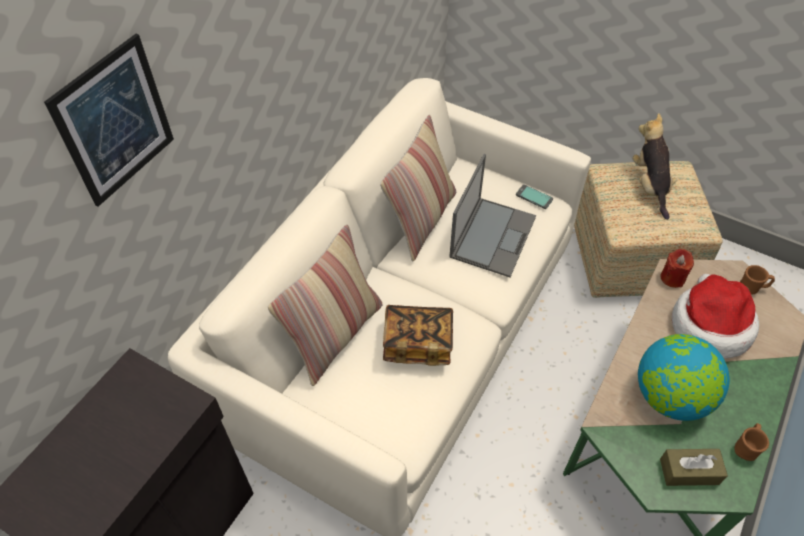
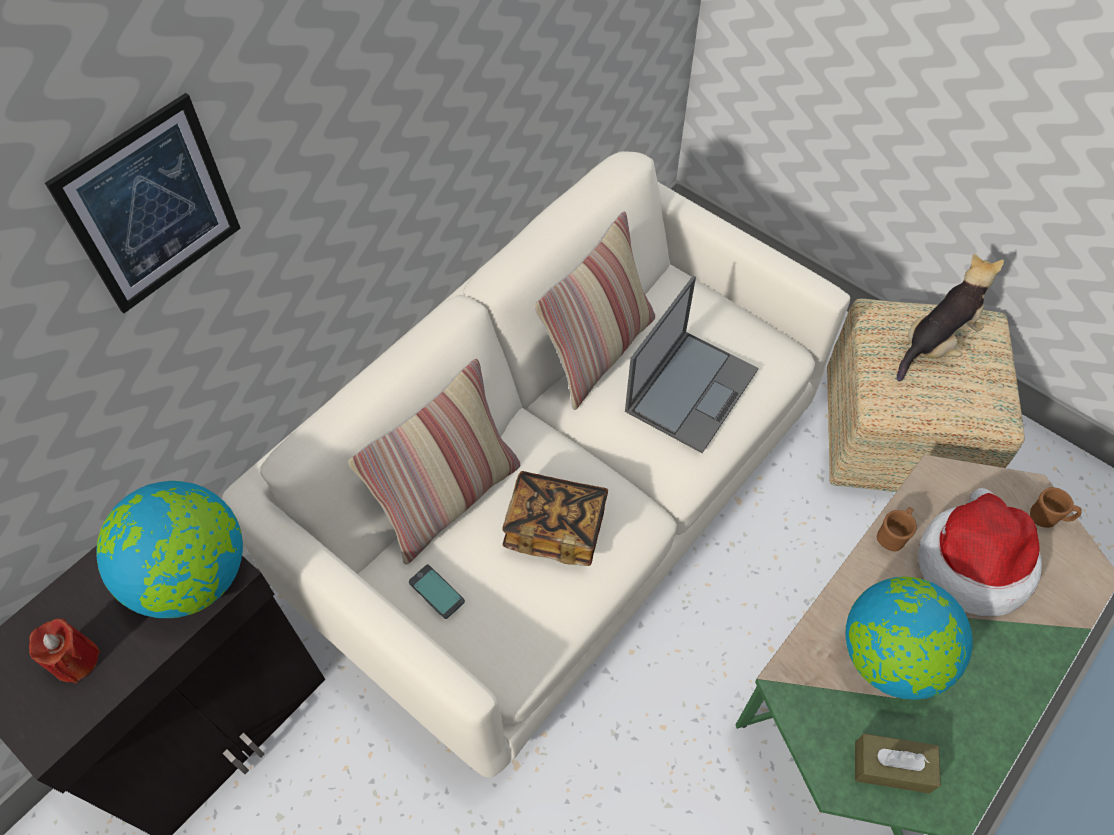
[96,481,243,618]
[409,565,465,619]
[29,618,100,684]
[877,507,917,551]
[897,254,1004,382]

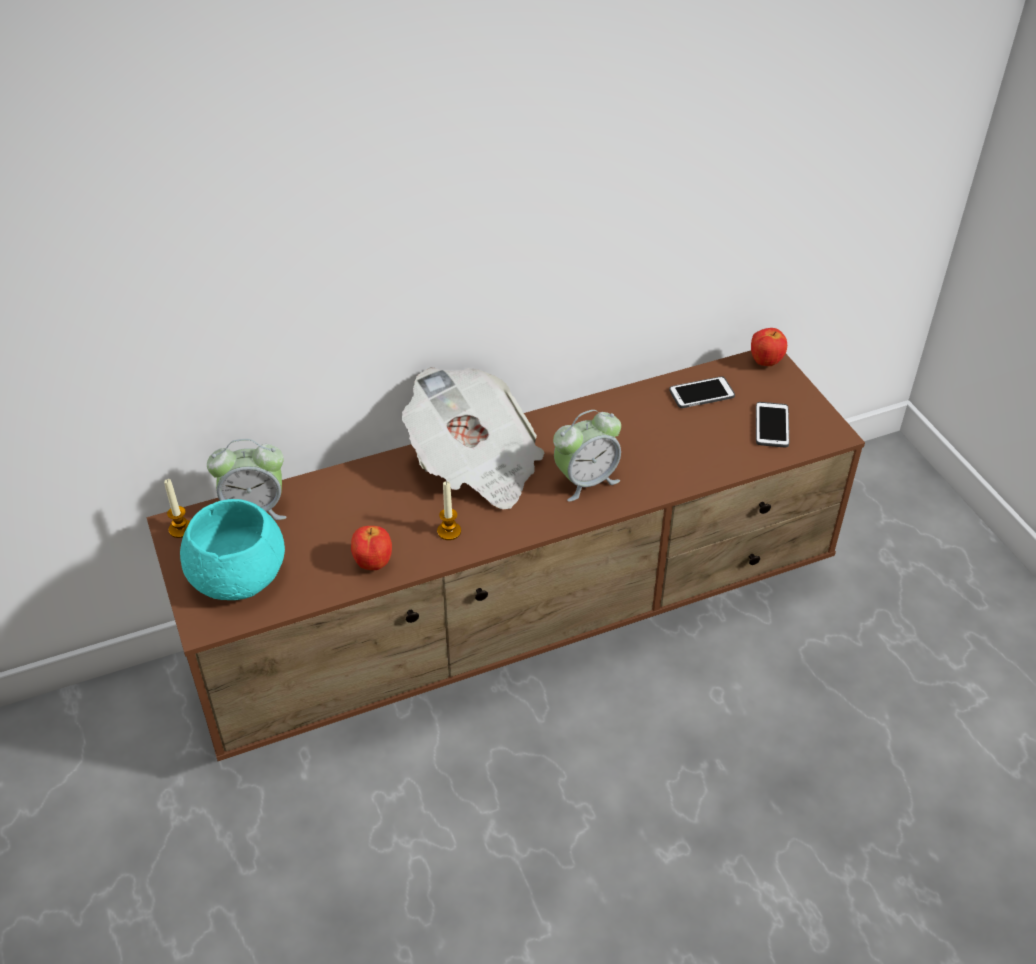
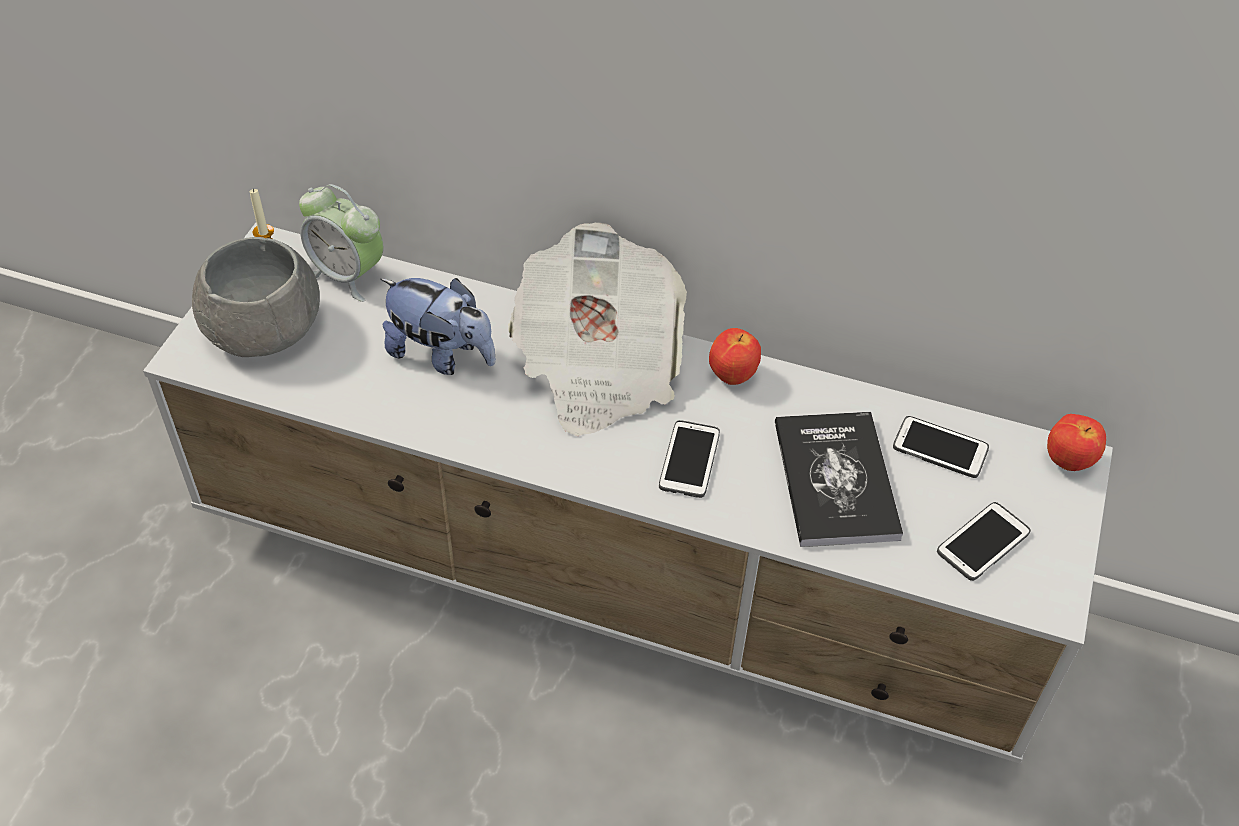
[437,481,461,540] (first image)
[380,278,496,375]
[775,412,903,547]
[709,328,761,385]
[659,420,720,498]
[143,223,1113,764]
[192,237,320,357]

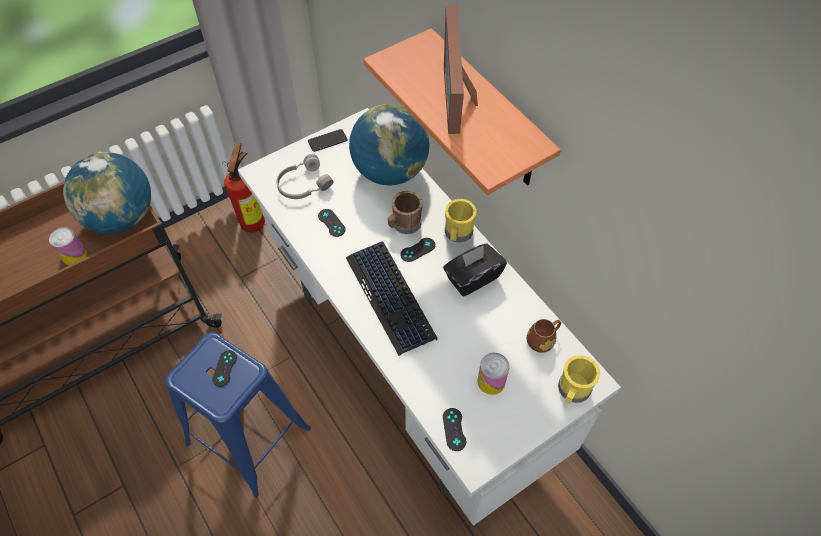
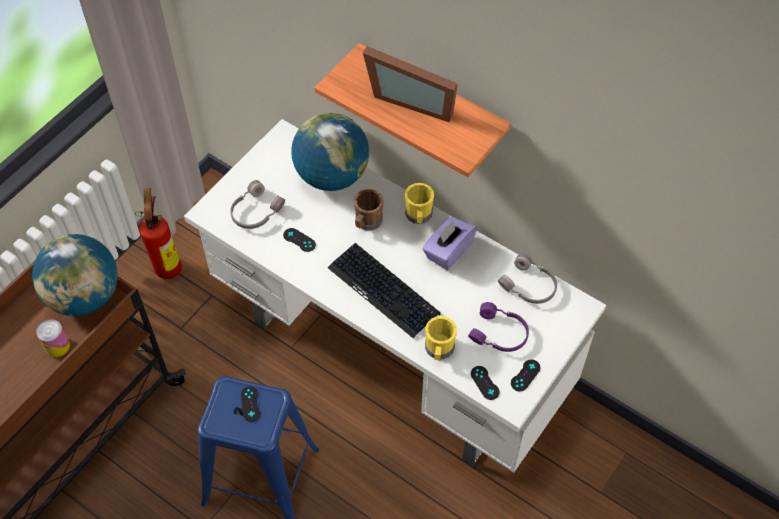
[308,129,348,152] (first image)
[511,359,540,391]
[425,316,457,360]
[468,302,529,352]
[498,253,557,304]
[423,217,477,270]
[363,46,458,122]

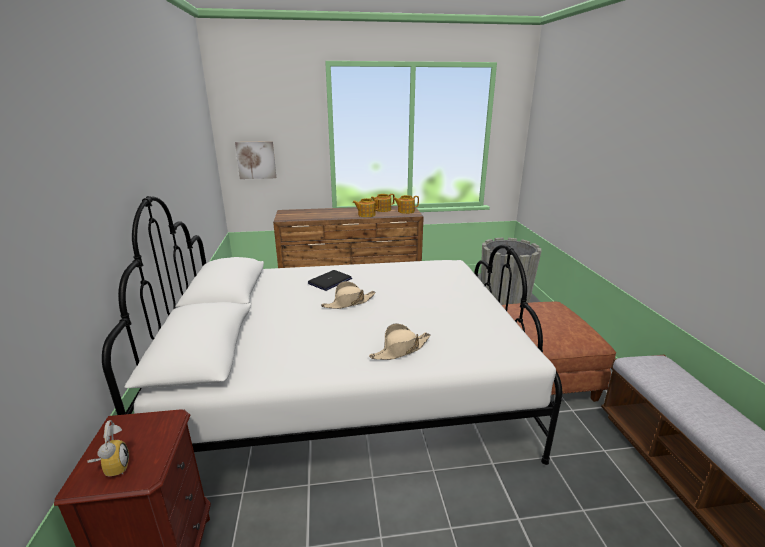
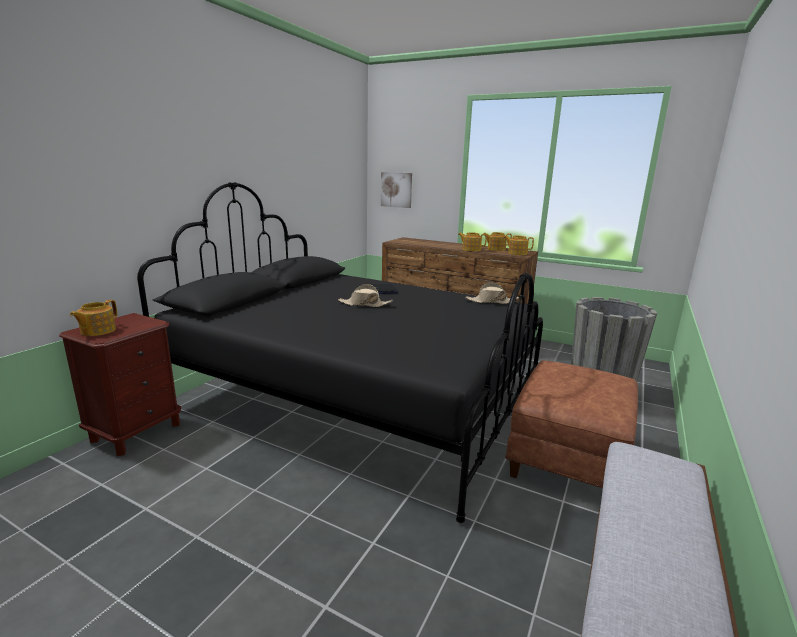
[465,282,519,304]
[70,300,118,336]
[137,182,543,523]

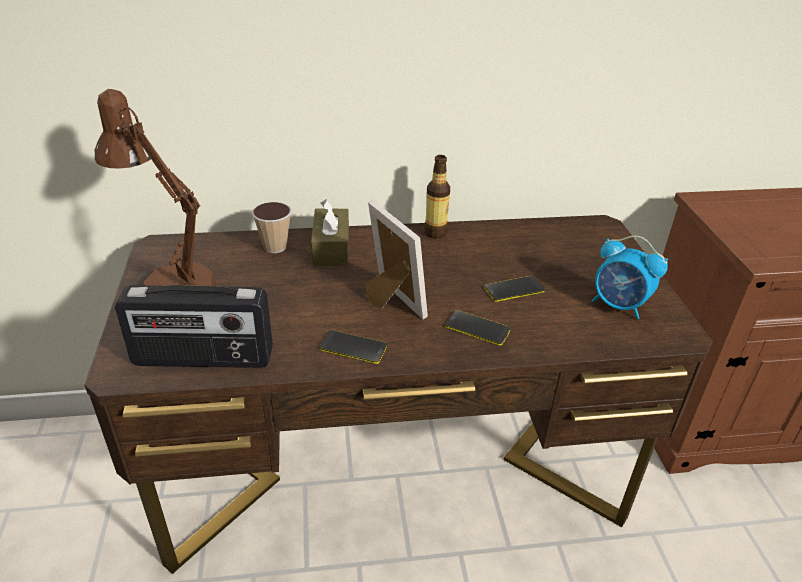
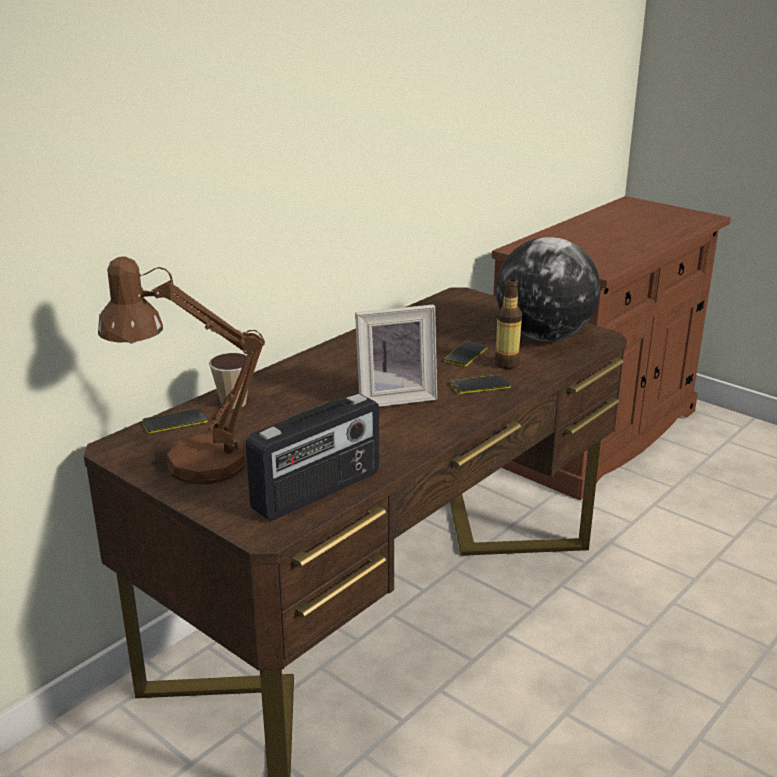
[311,200,349,266] (first image)
[142,408,208,434]
[494,278,522,369]
[496,237,600,341]
[355,305,437,407]

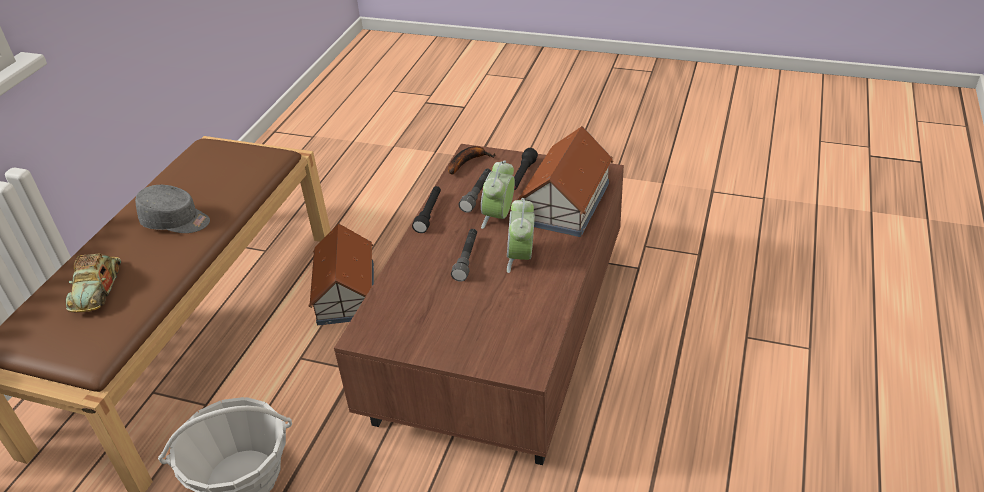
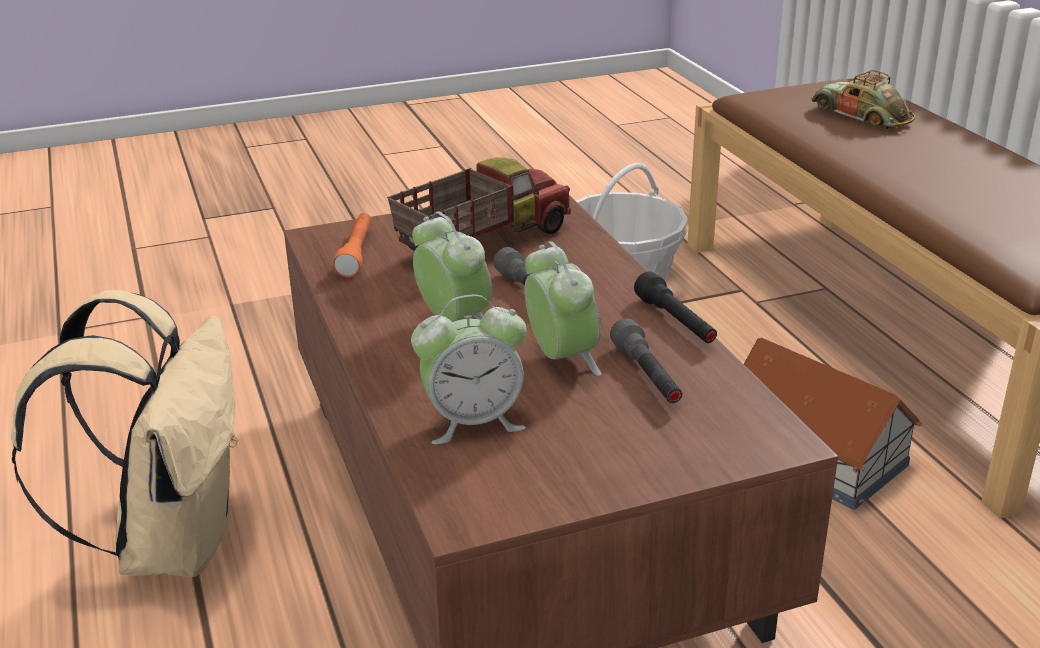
[135,185,210,233] (first image)
[448,146,495,175] (first image)
[514,148,538,190] (first image)
[11,290,238,577]
[333,213,371,278]
[387,157,571,251]
[411,295,526,444]

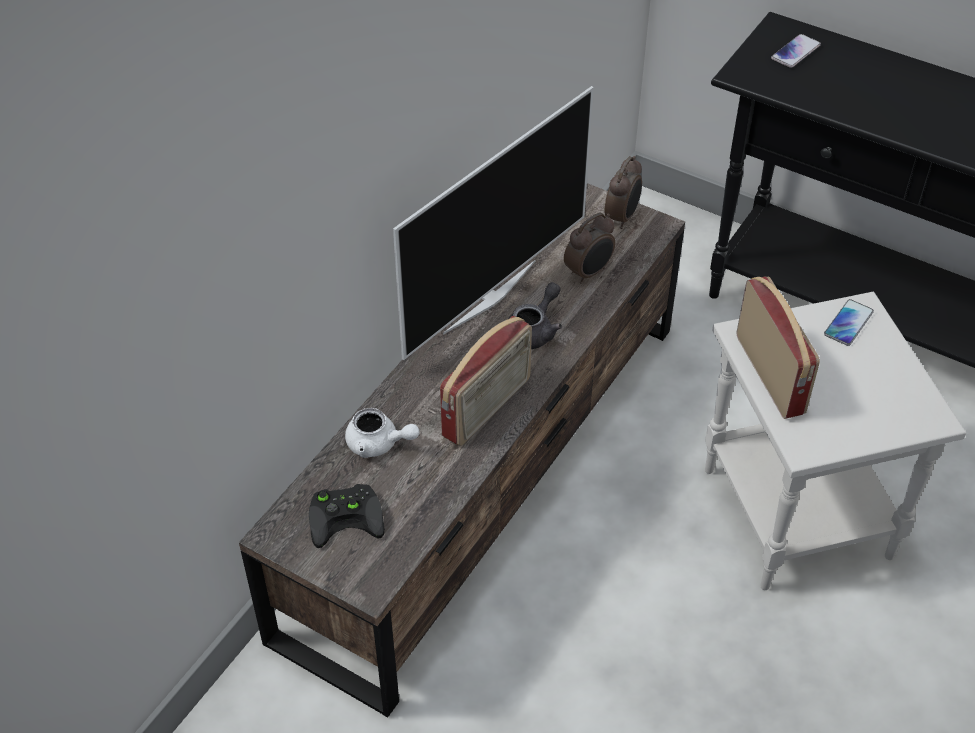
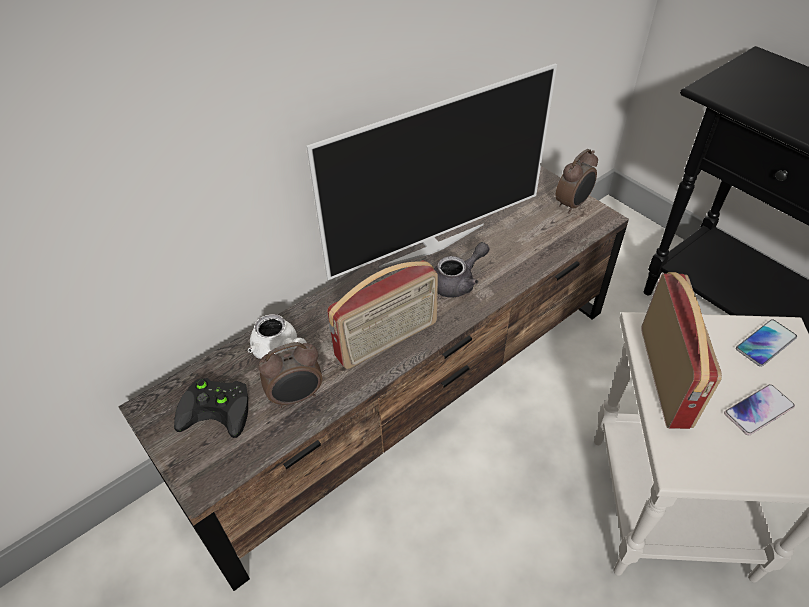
[258,342,322,408]
[724,384,795,435]

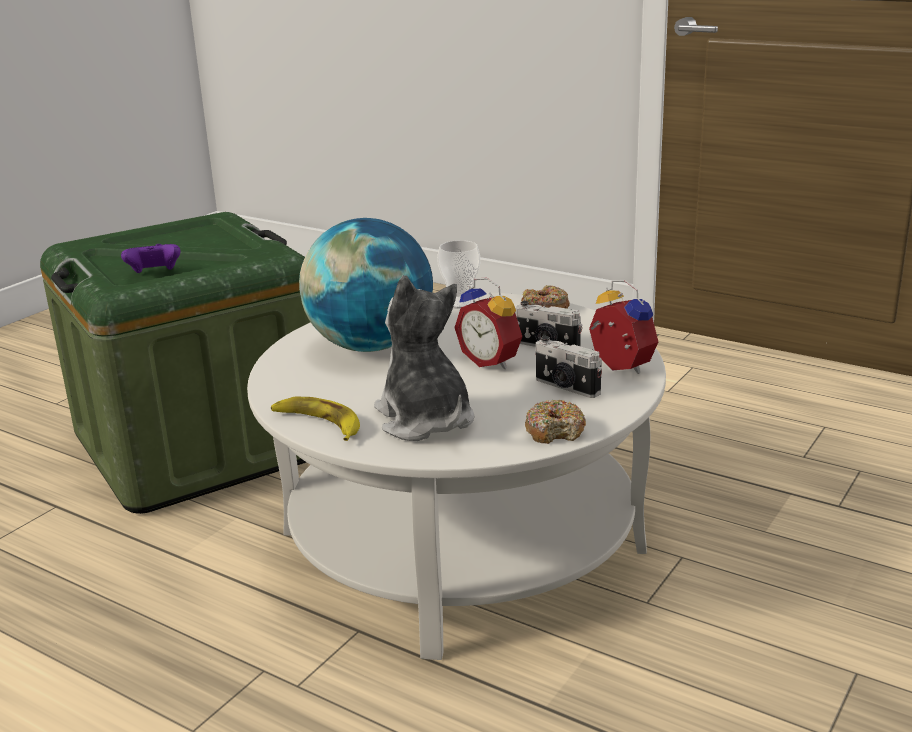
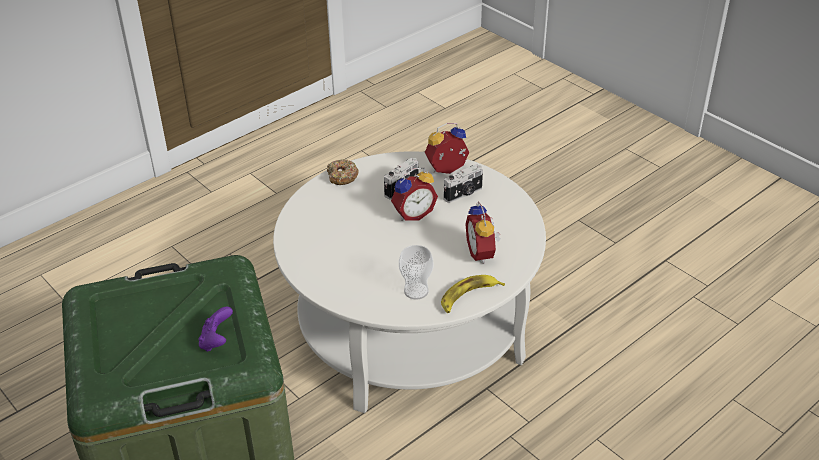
[299,218,433,352] (first image)
[525,400,586,444] (first image)
[399,245,433,300]
[466,201,501,264]

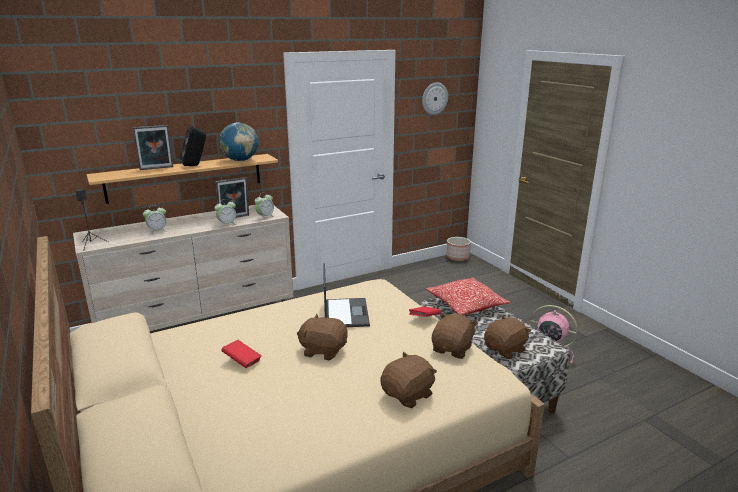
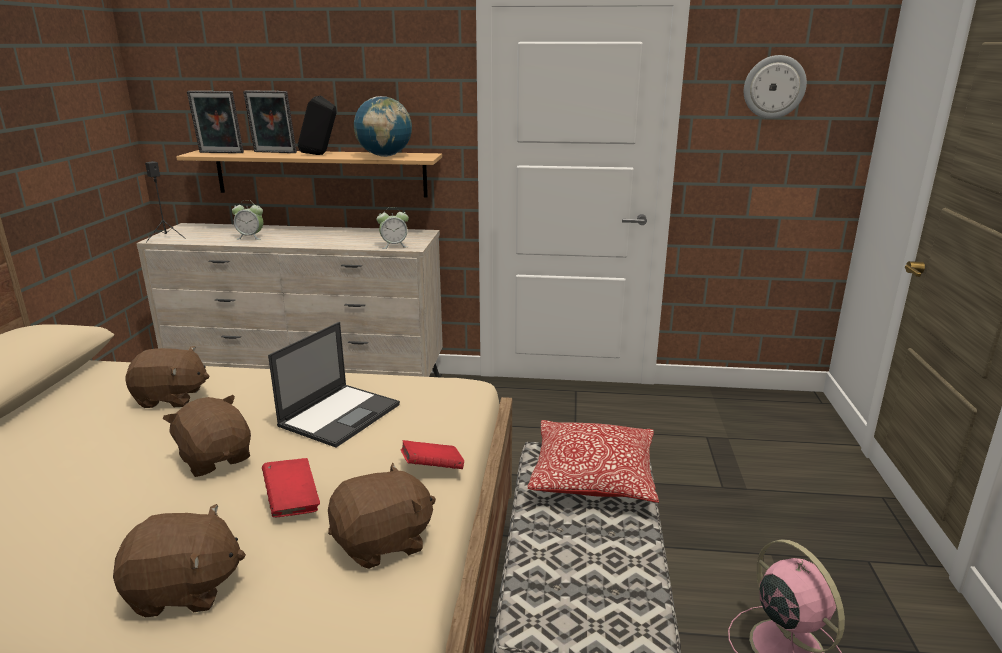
[215,199,237,228] (first image)
[446,237,471,261] (first image)
[187,91,244,153]
[262,458,320,517]
[125,346,209,408]

